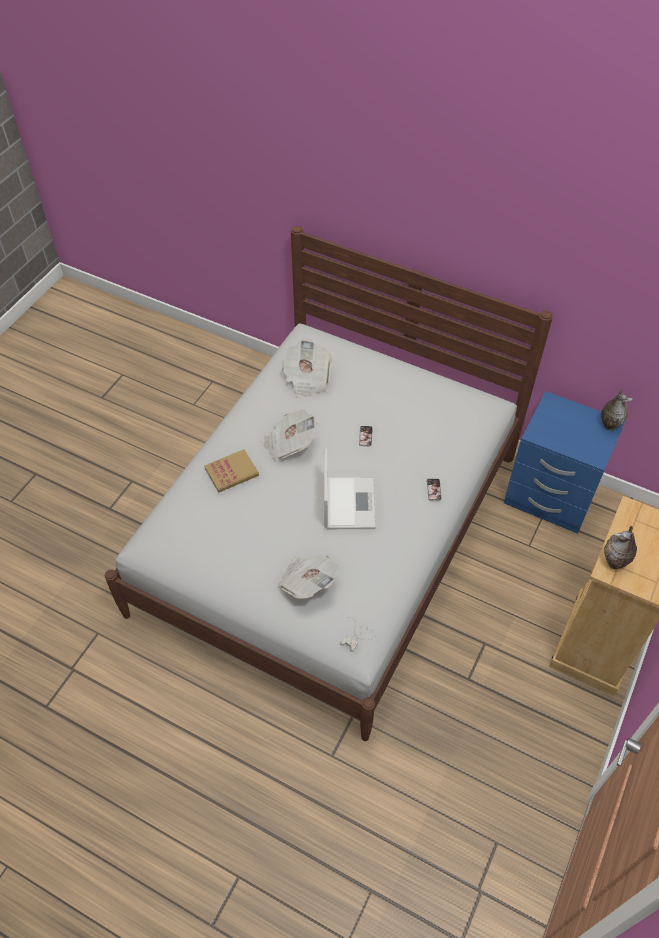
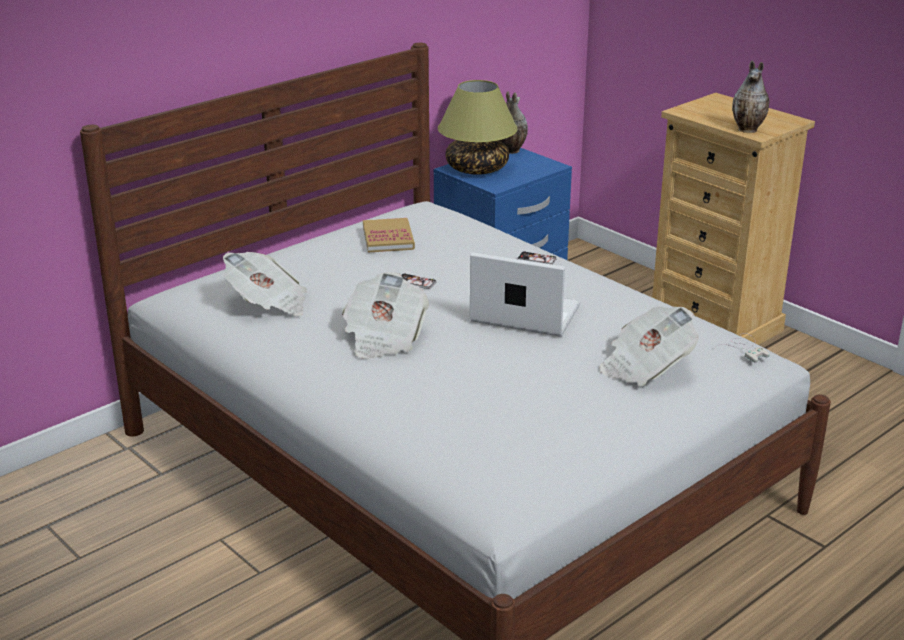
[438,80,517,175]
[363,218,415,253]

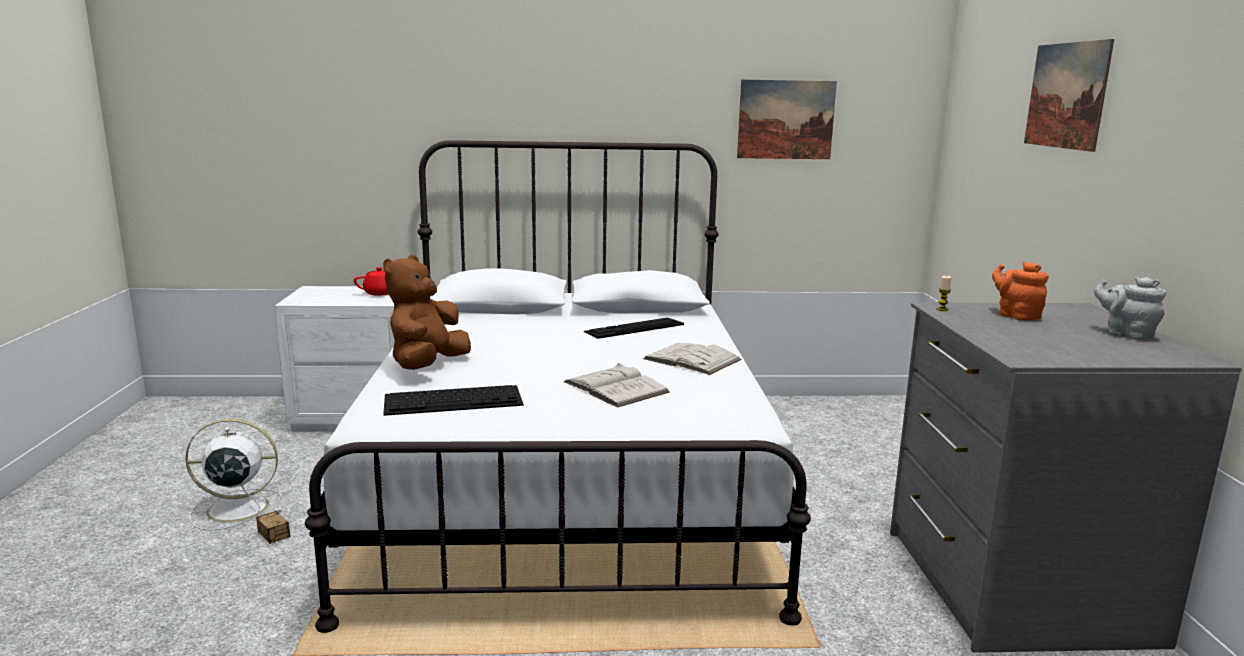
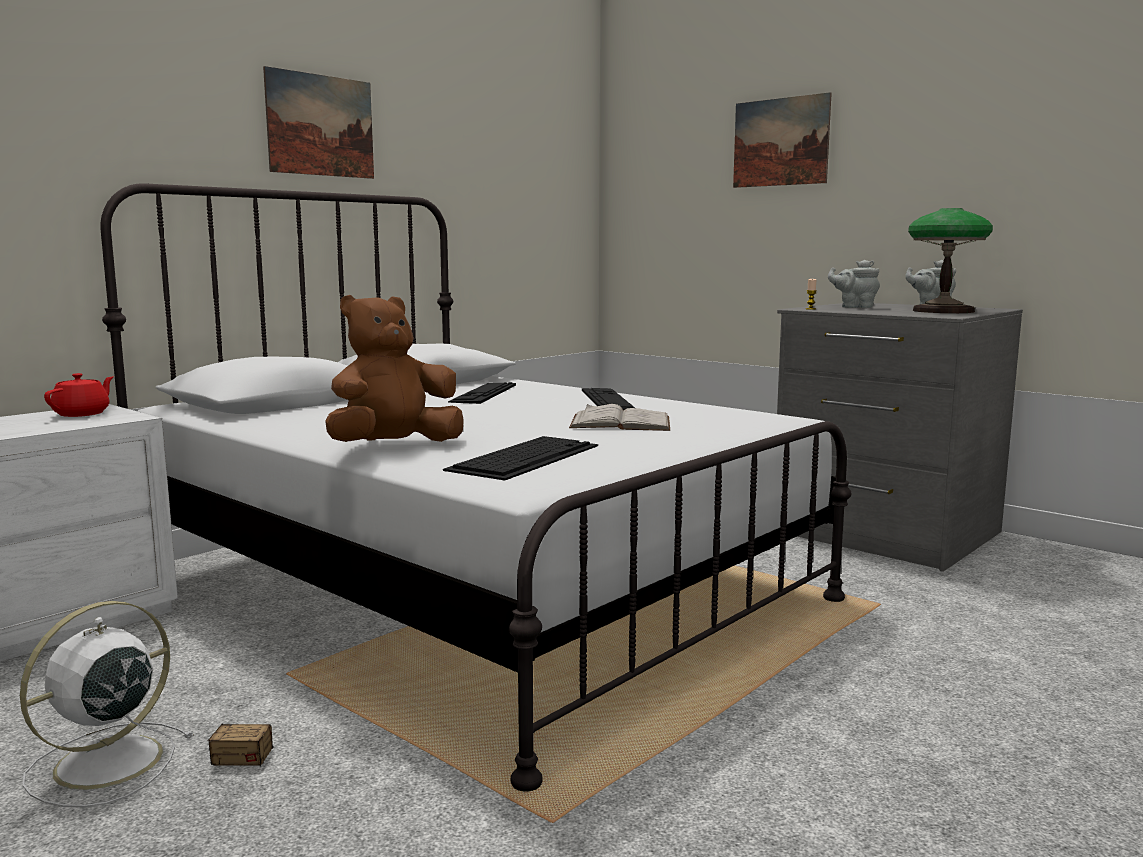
[908,208,993,313]
[263,66,374,179]
[582,388,635,410]
[828,260,880,308]
[325,295,464,442]

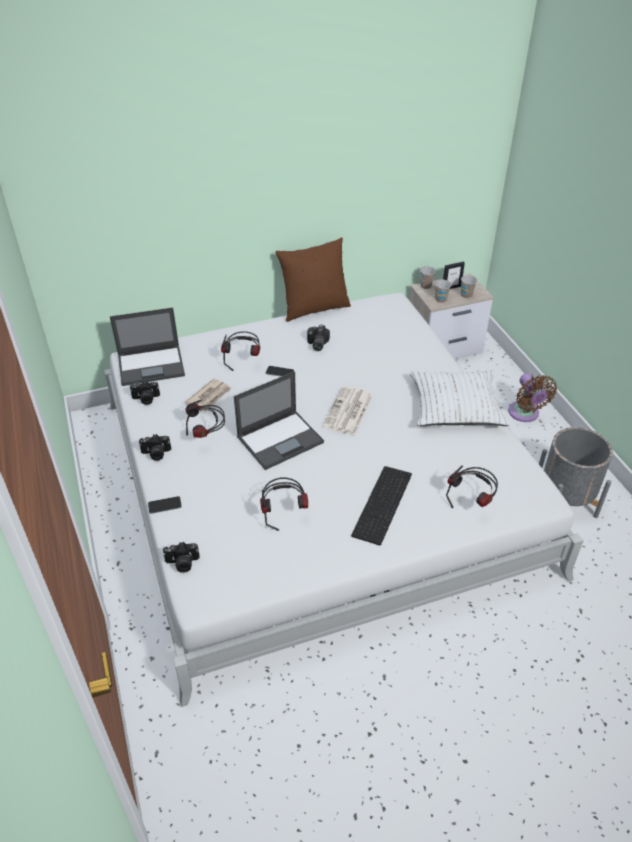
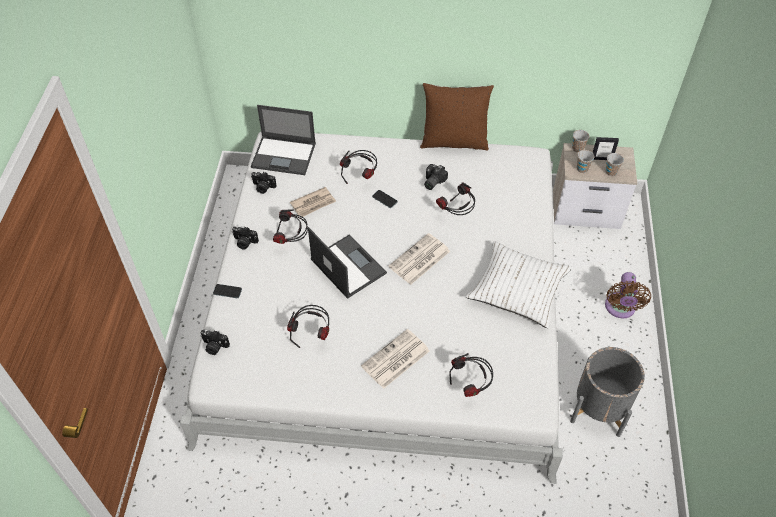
[436,182,475,215]
[361,329,429,389]
[308,227,387,299]

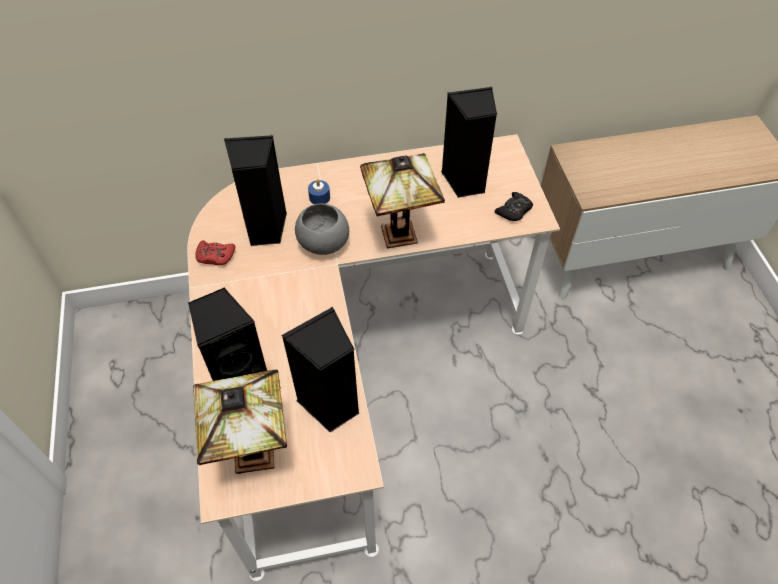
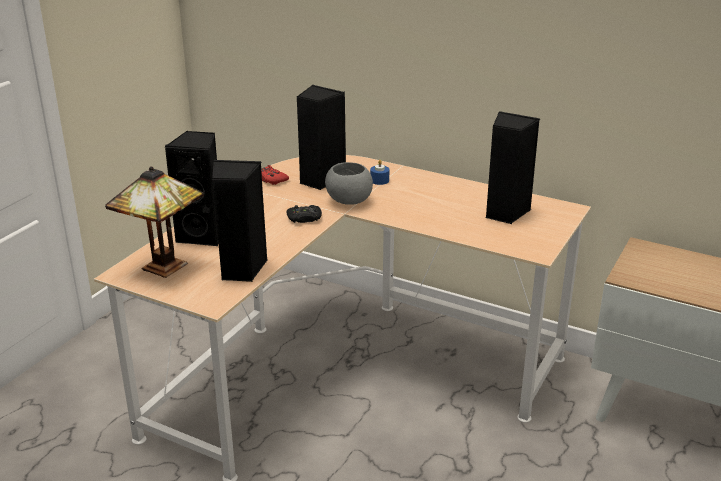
[360,153,445,248] (first image)
[286,205,322,223]

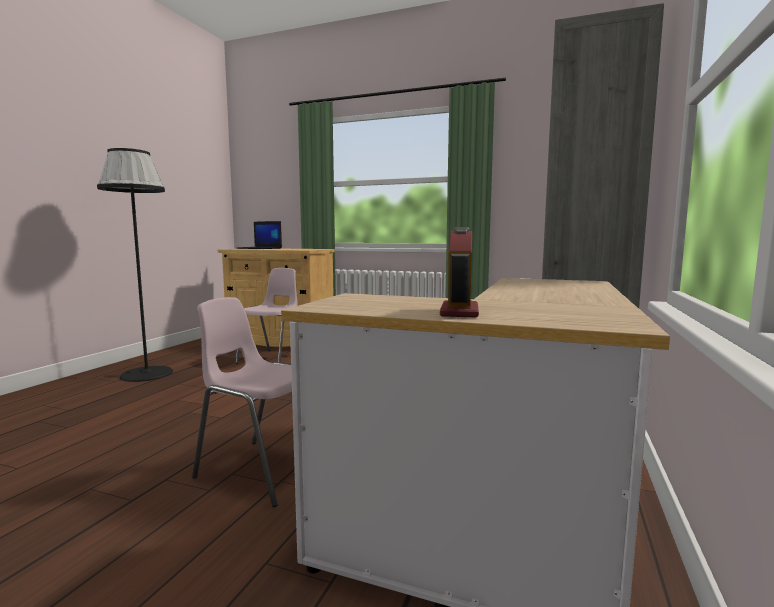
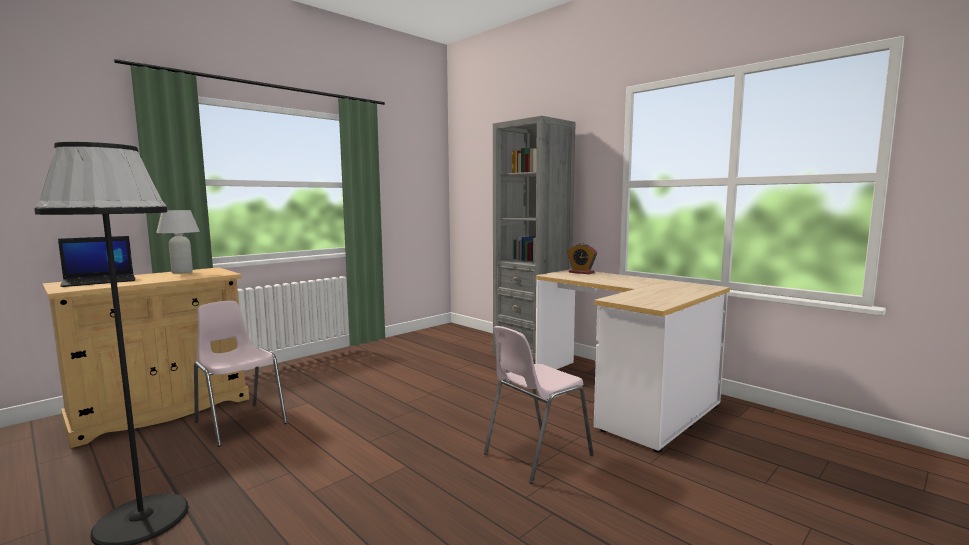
[156,210,200,274]
[567,244,597,274]

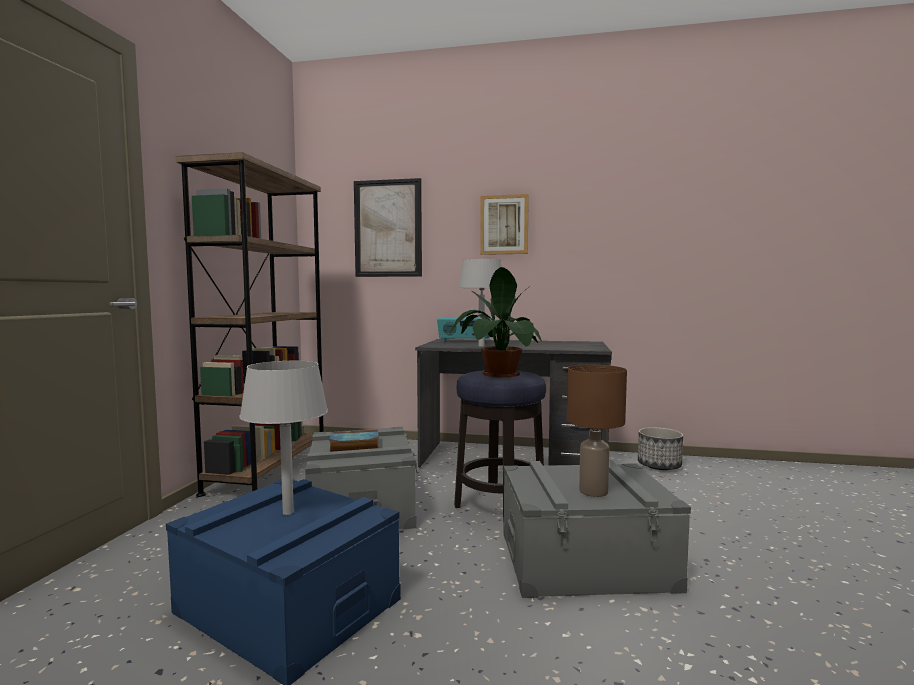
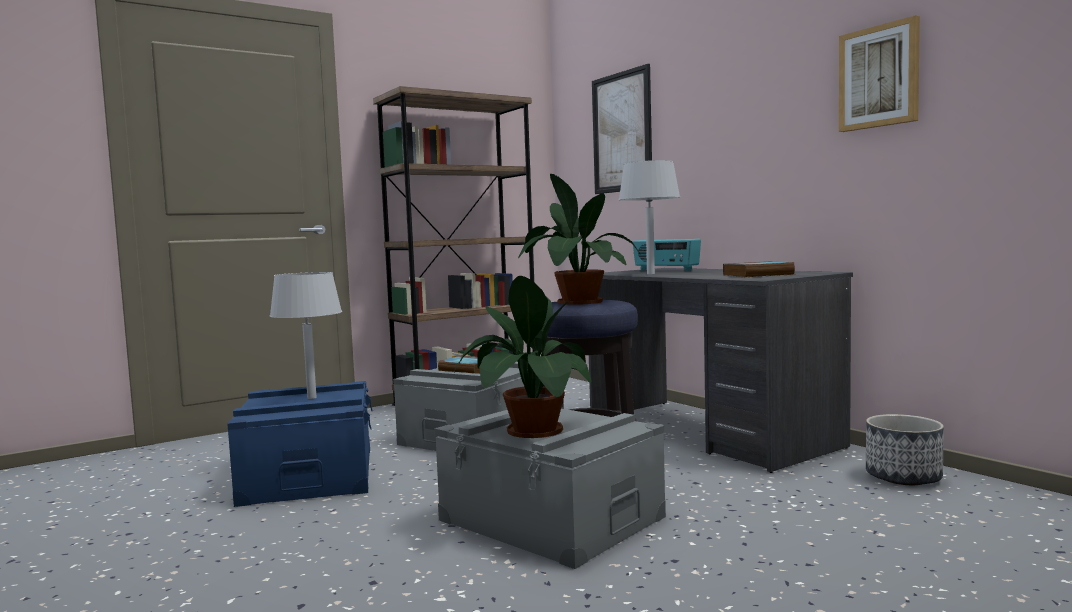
[723,261,796,277]
[839,15,920,132]
[454,276,592,438]

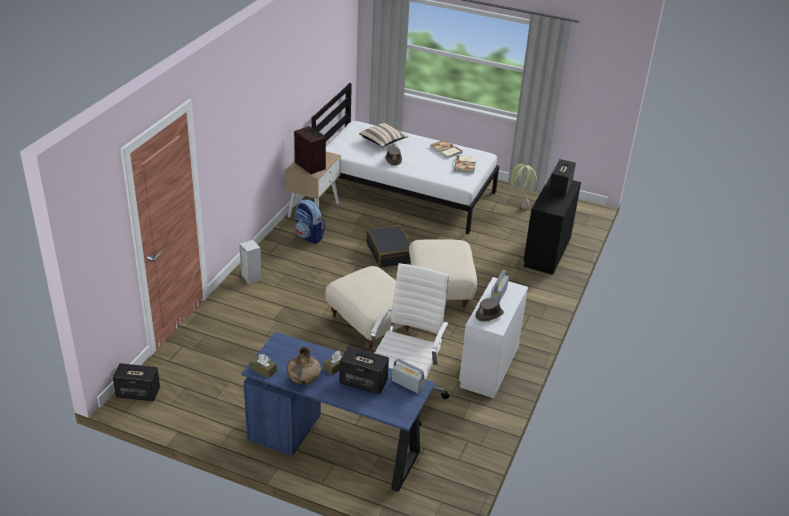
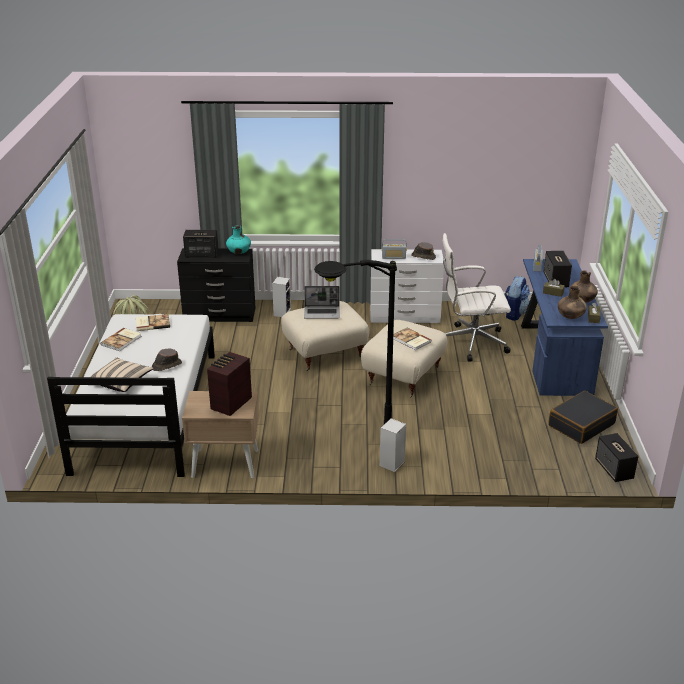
[226,225,251,254]
[272,277,291,317]
[304,286,340,318]
[314,260,397,424]
[393,328,432,350]
[558,286,587,319]
[504,276,530,321]
[548,391,618,444]

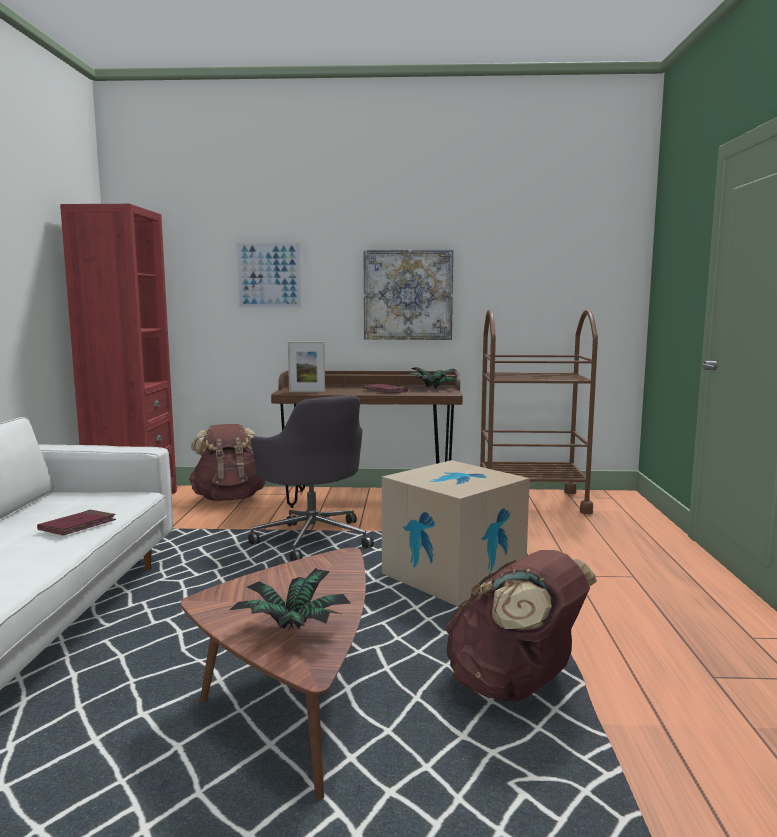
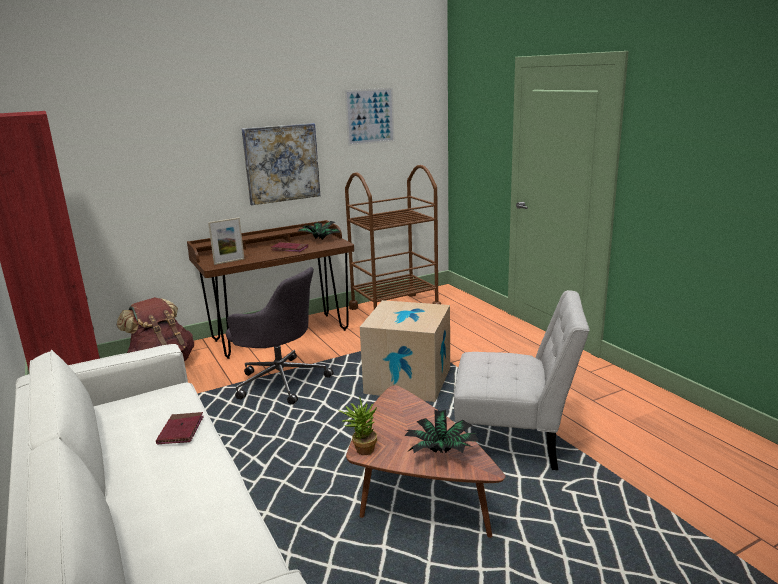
[338,396,377,455]
[345,88,394,146]
[454,290,590,470]

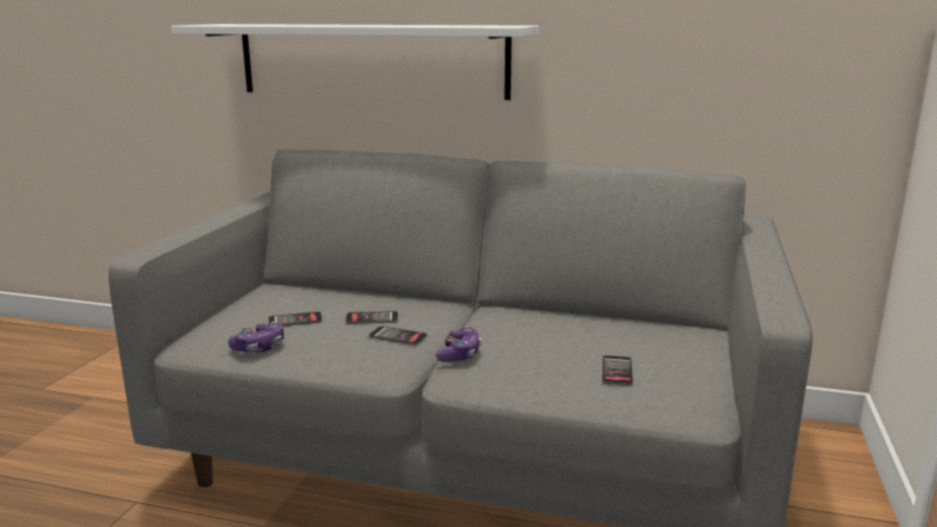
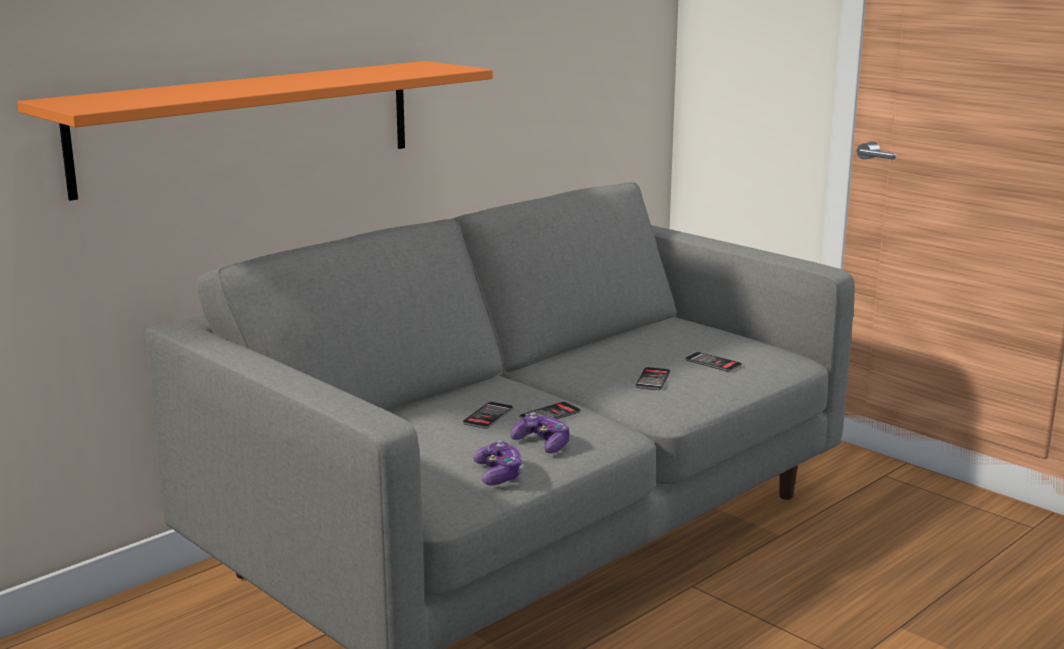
[635,367,671,390]
[510,412,569,453]
[17,61,493,201]

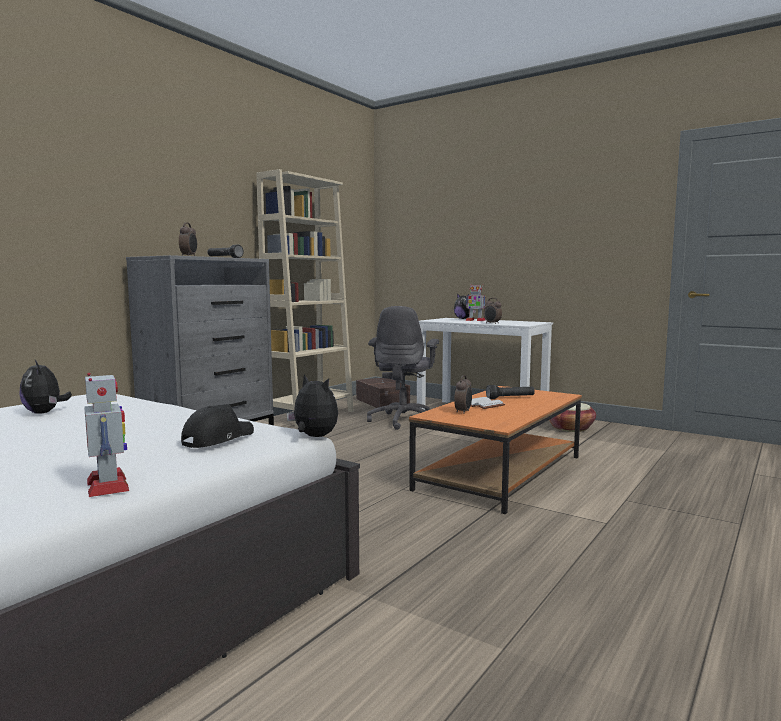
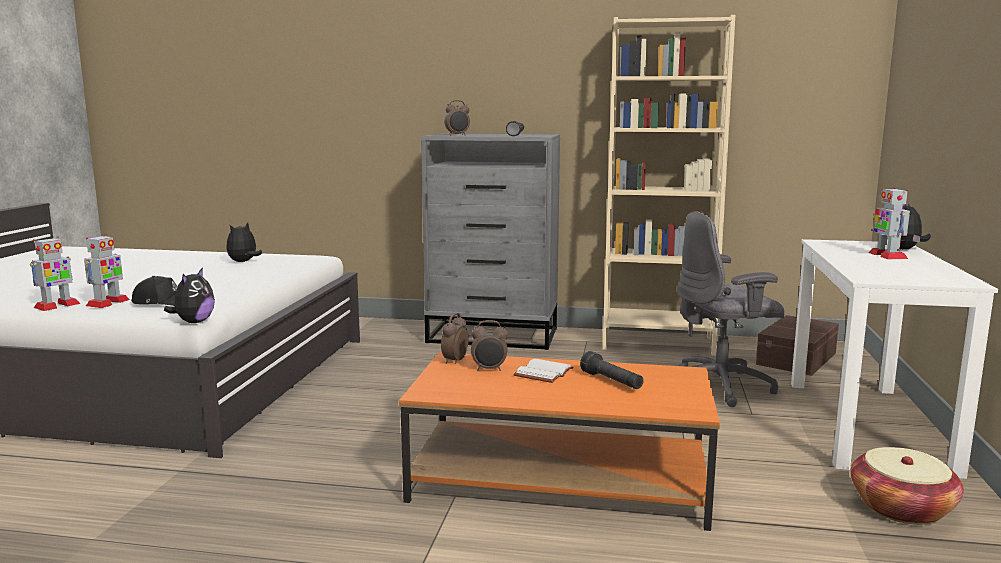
[84,234,130,308]
[441,313,469,364]

